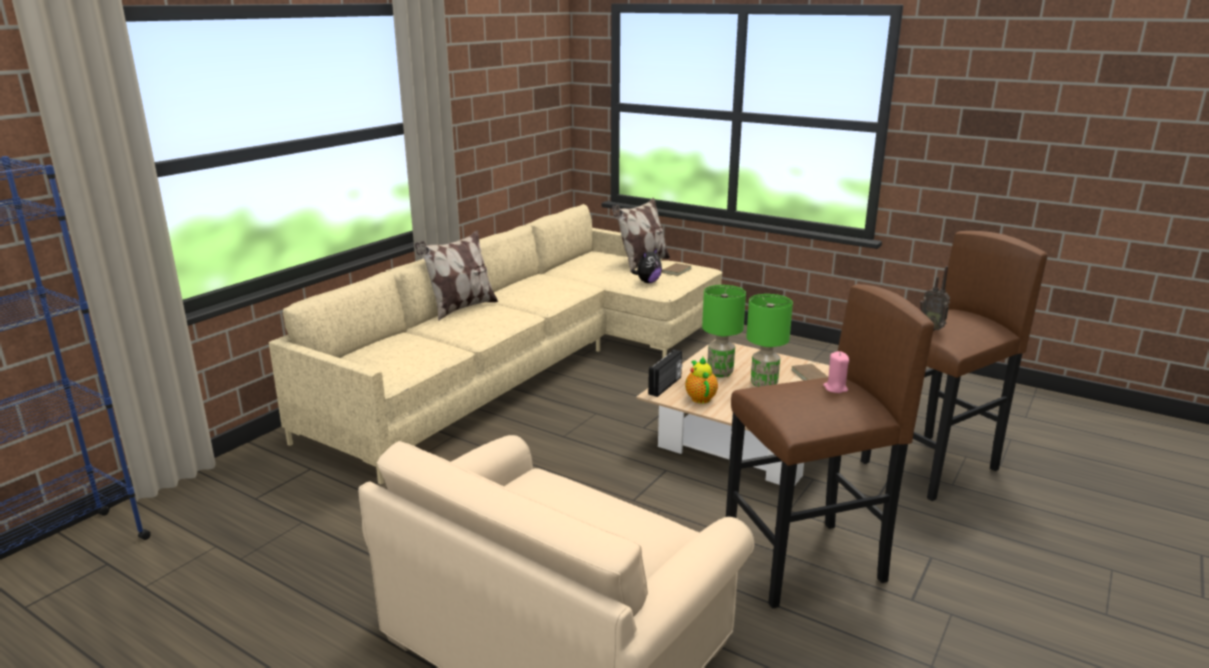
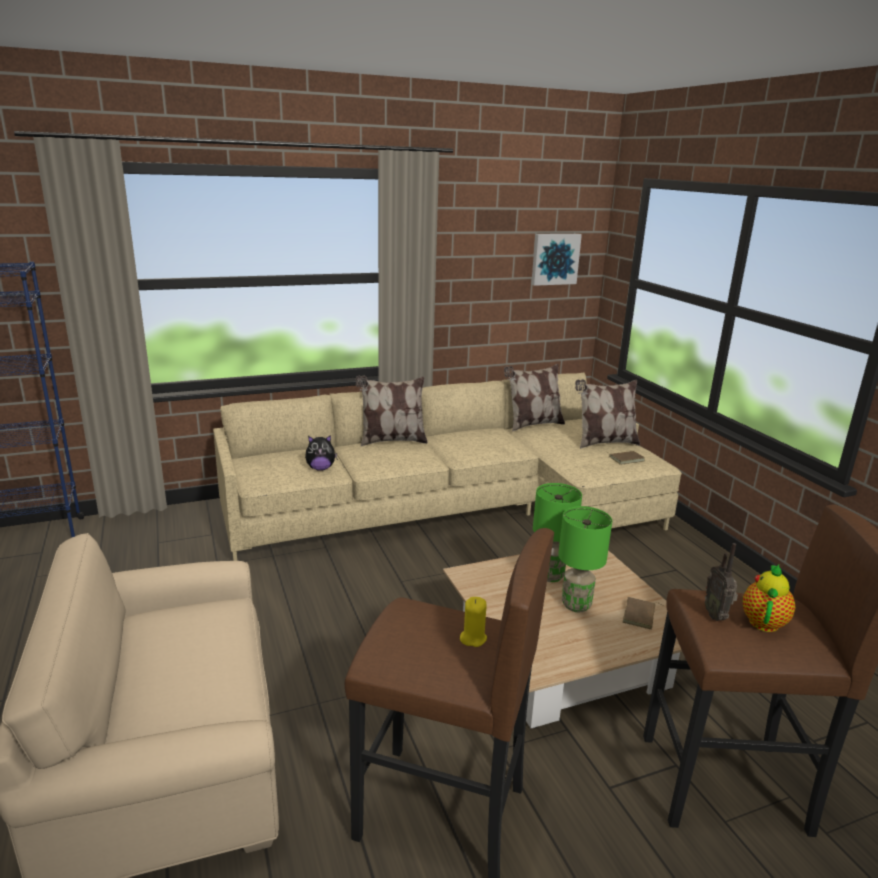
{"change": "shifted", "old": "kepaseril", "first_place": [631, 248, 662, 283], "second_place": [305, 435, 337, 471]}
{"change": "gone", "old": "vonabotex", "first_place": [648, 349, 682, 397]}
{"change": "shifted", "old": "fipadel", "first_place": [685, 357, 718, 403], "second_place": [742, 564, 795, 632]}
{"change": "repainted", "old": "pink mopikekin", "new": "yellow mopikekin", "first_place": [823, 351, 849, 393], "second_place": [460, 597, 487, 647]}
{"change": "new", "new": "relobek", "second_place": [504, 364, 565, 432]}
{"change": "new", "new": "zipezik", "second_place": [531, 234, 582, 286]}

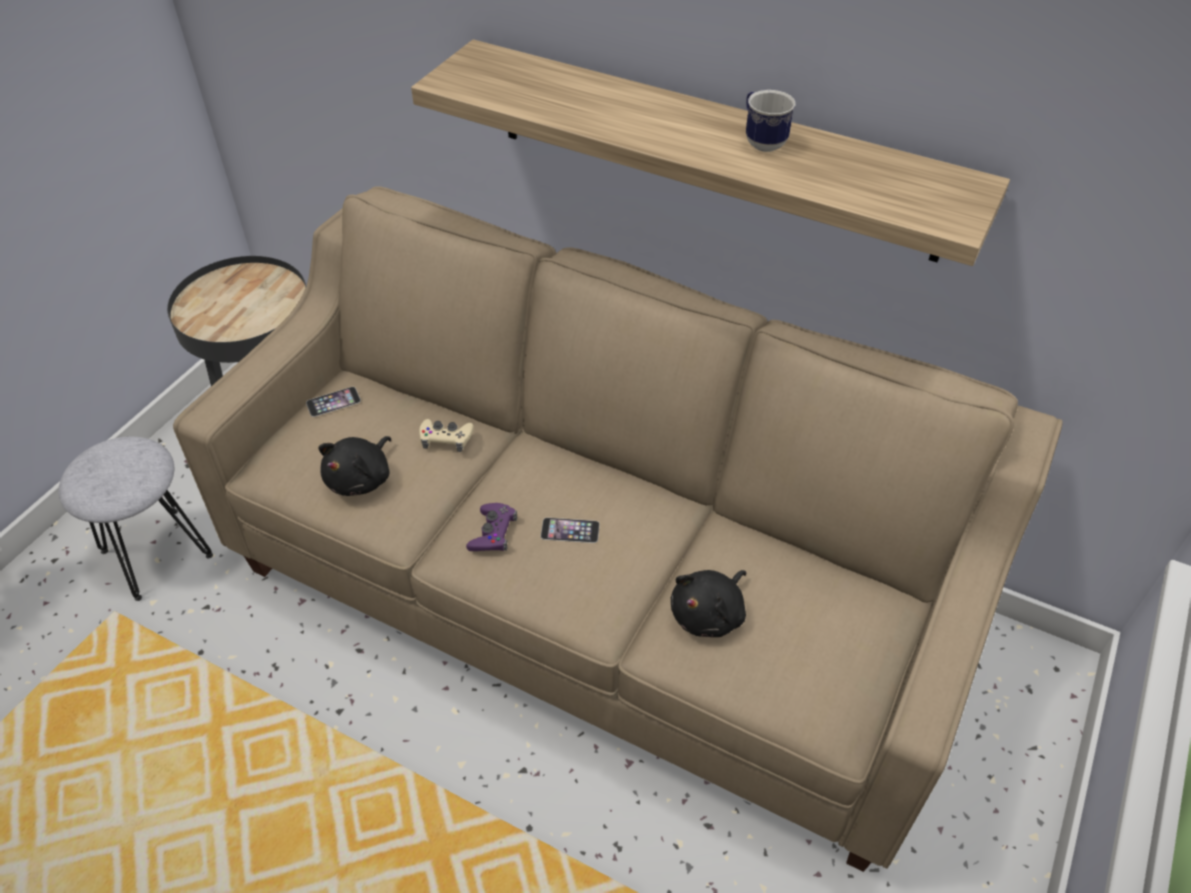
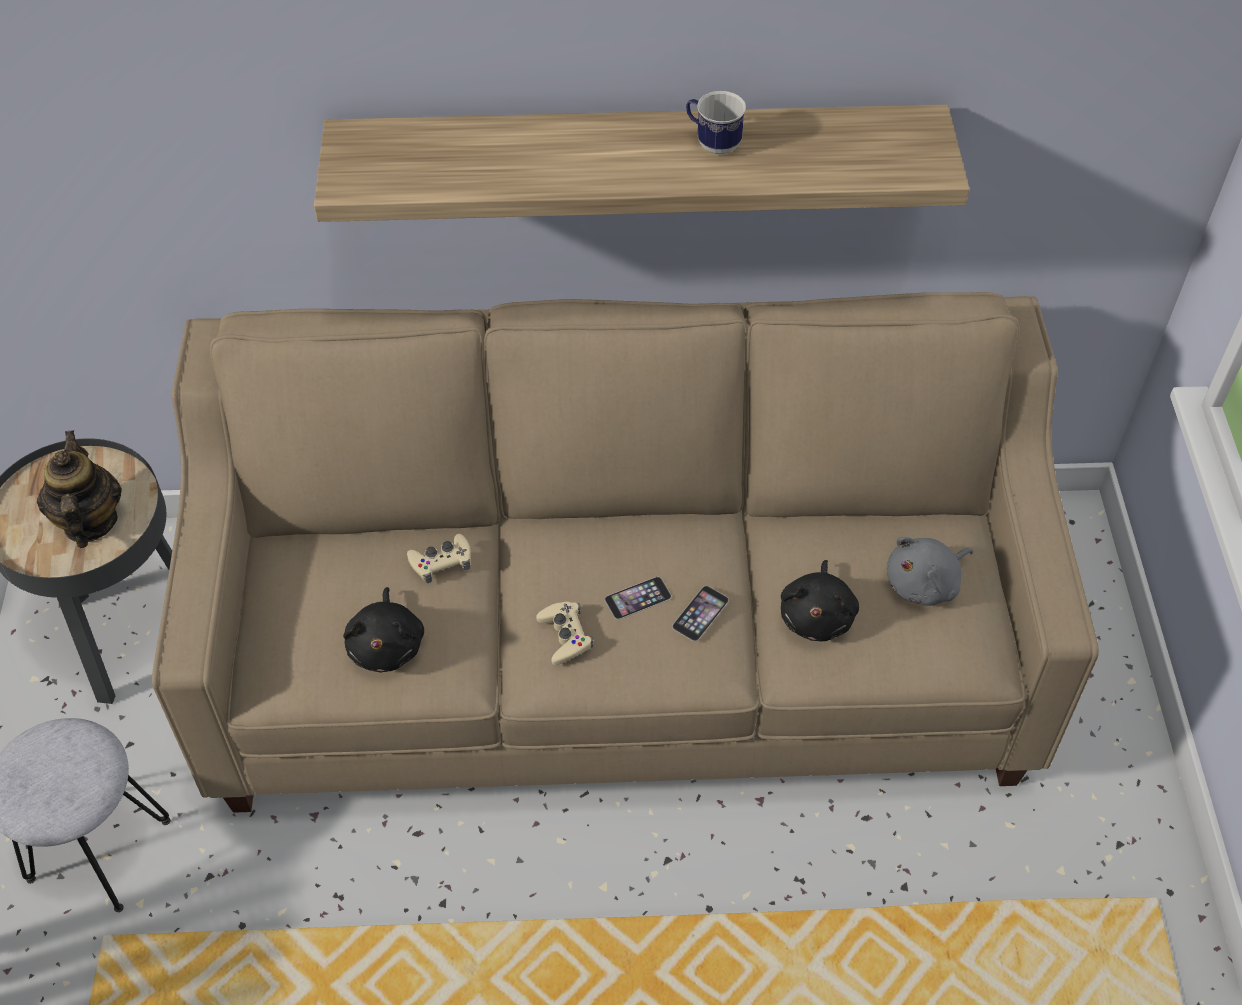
{"change": "shifted", "old": "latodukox", "first_place": [306, 387, 361, 417], "second_place": [672, 586, 729, 641]}
{"change": "repainted", "old": "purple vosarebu", "new": "beige vosarebu", "first_place": [466, 503, 517, 551], "second_place": [536, 602, 593, 665]}
{"change": "new", "new": "fipadel", "second_place": [37, 430, 122, 548]}
{"change": "new", "new": "grey kepaseril", "second_place": [887, 537, 973, 606]}

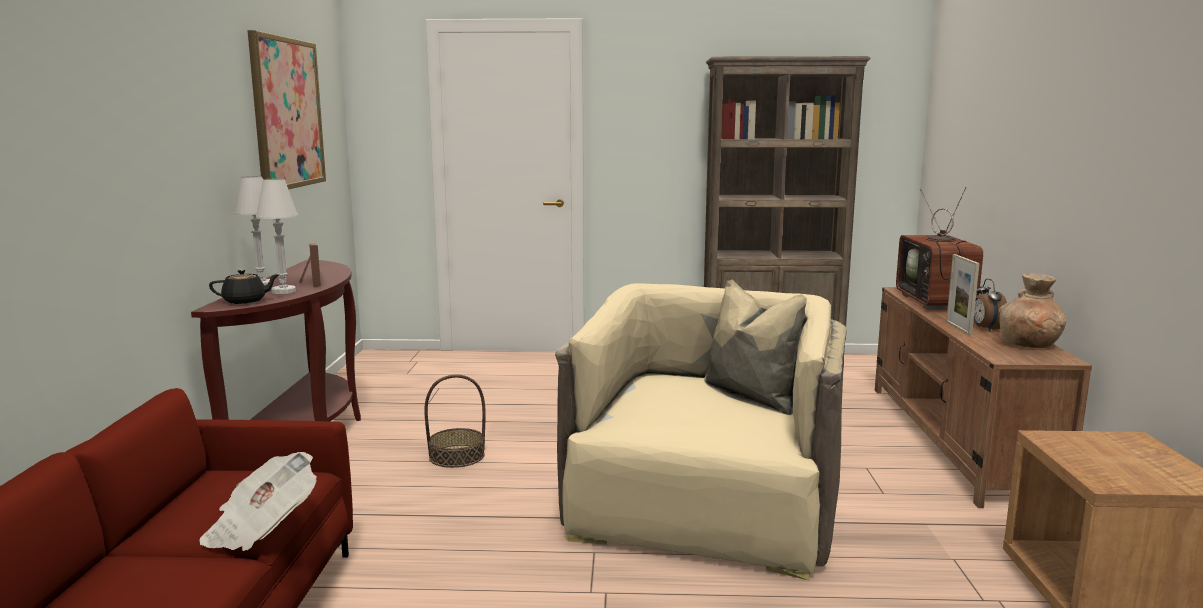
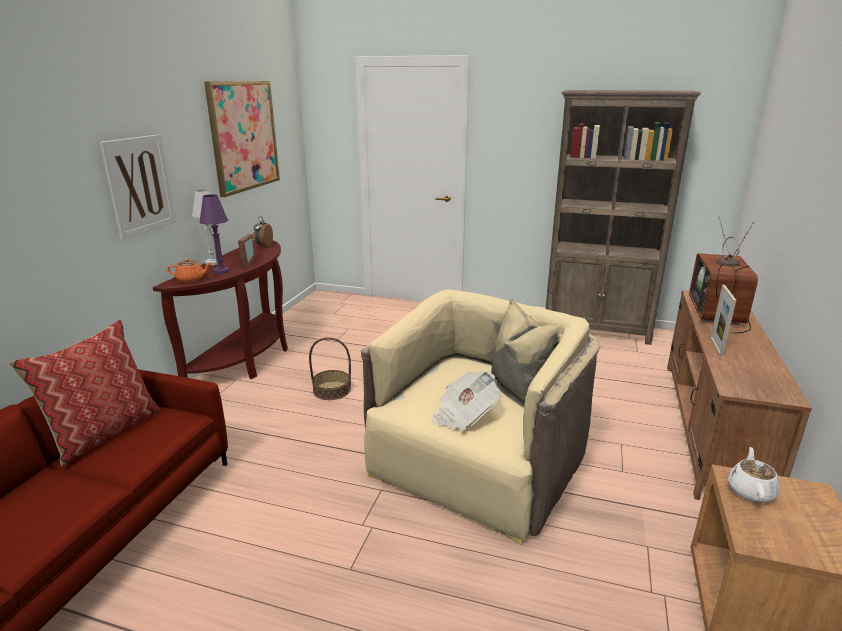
{"change": "shifted", "old": "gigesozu", "first_place": [199, 452, 316, 551], "second_place": [431, 371, 500, 431]}
{"change": "repainted", "old": "black fipadel", "new": "orange fipadel", "first_place": [209, 270, 280, 304], "second_place": [167, 259, 211, 283]}
{"change": "repainted", "old": "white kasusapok", "new": "purple kasusapok", "first_place": [256, 179, 298, 294], "second_place": [199, 194, 229, 274]}
{"change": "shifted", "old": "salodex", "first_place": [974, 279, 1007, 332], "second_place": [253, 216, 273, 248]}
{"change": "gone", "old": "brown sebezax", "first_place": [999, 274, 1066, 348]}
{"change": "new", "new": "relobek", "second_place": [9, 319, 160, 466]}
{"change": "new", "new": "zipezik", "second_place": [99, 135, 176, 240]}
{"change": "new", "new": "white fipadel", "second_place": [728, 447, 780, 503]}

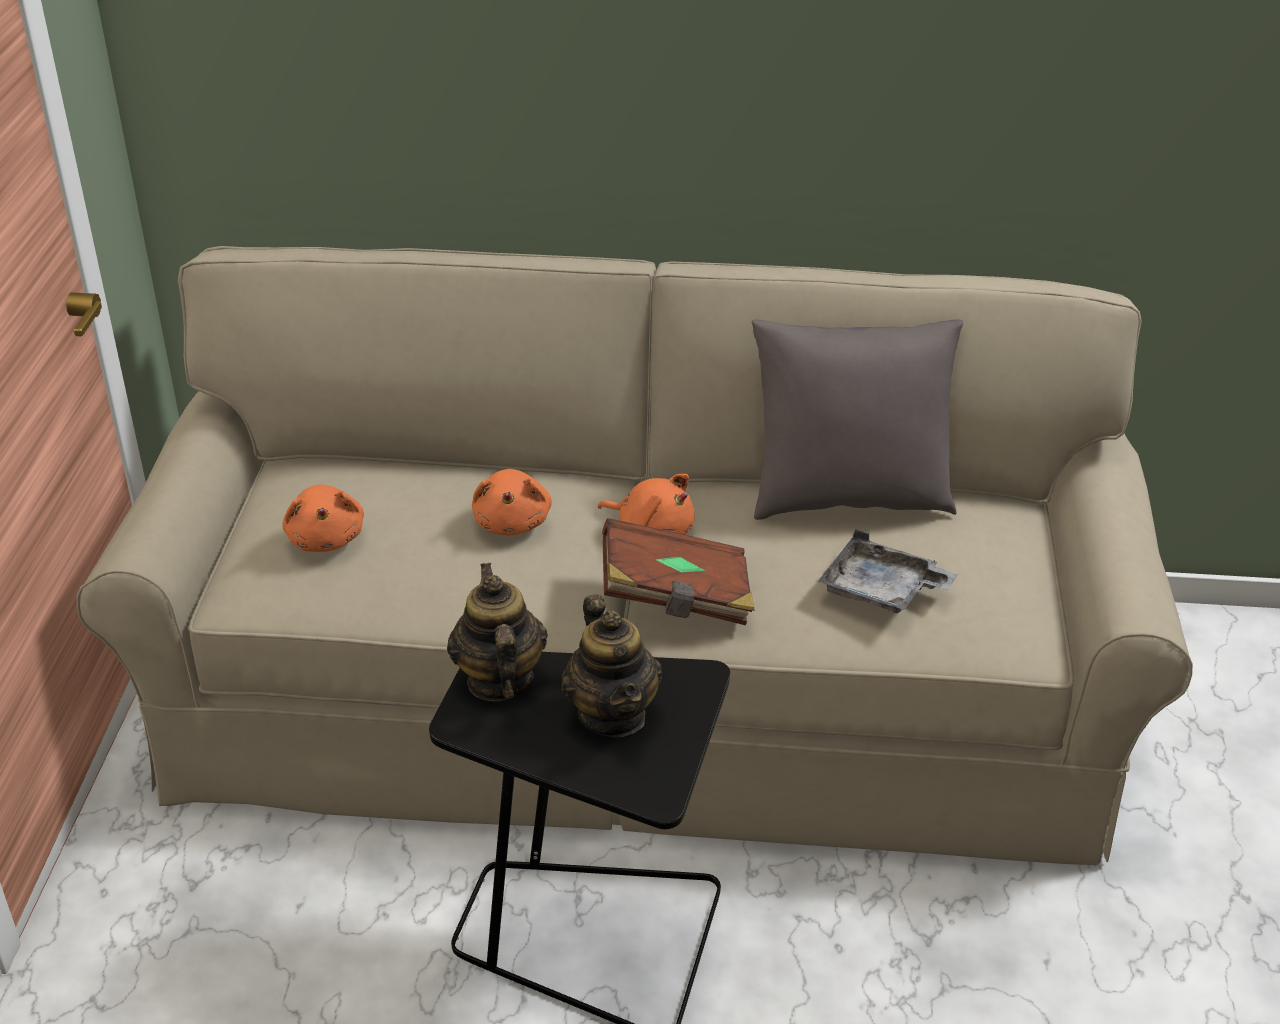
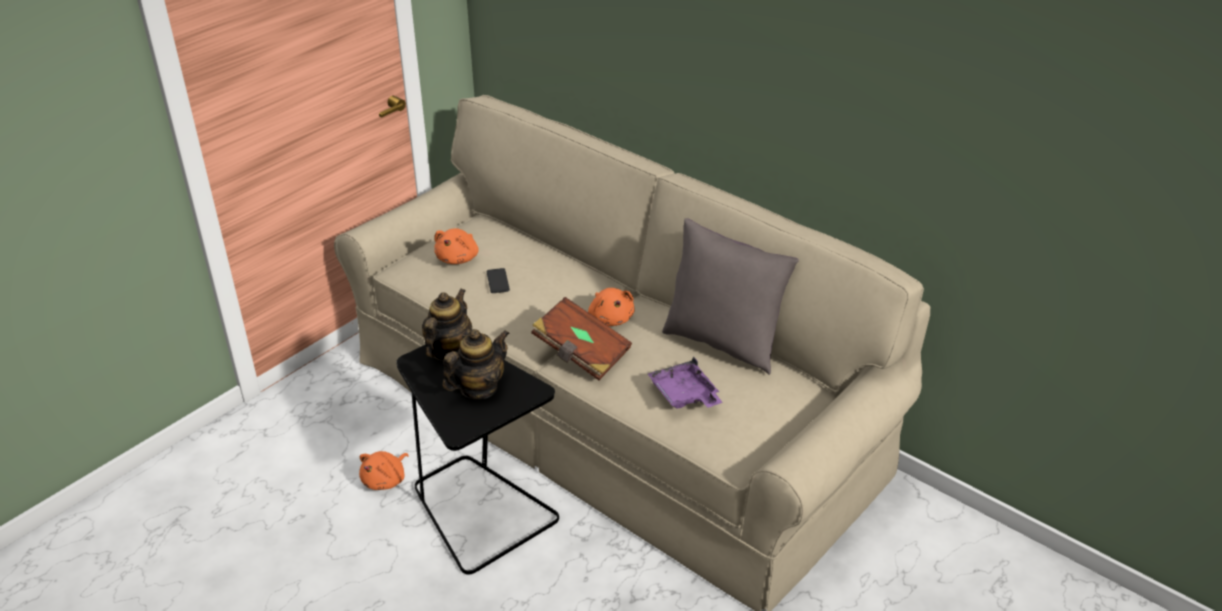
{"change": "shifted", "old": "orange kepaseril", "first_place": [472, 469, 552, 535], "second_place": [359, 451, 409, 490]}
{"change": "rotated", "old": "fipadel", "first_place": [561, 594, 662, 738], "second_place": [442, 329, 510, 399], "degrees": -150}
{"change": "repainted", "old": "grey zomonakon", "new": "purple zomonakon", "first_place": [818, 529, 958, 613], "second_place": [648, 356, 723, 409]}
{"change": "new", "new": "latodukox", "second_place": [487, 268, 510, 293]}

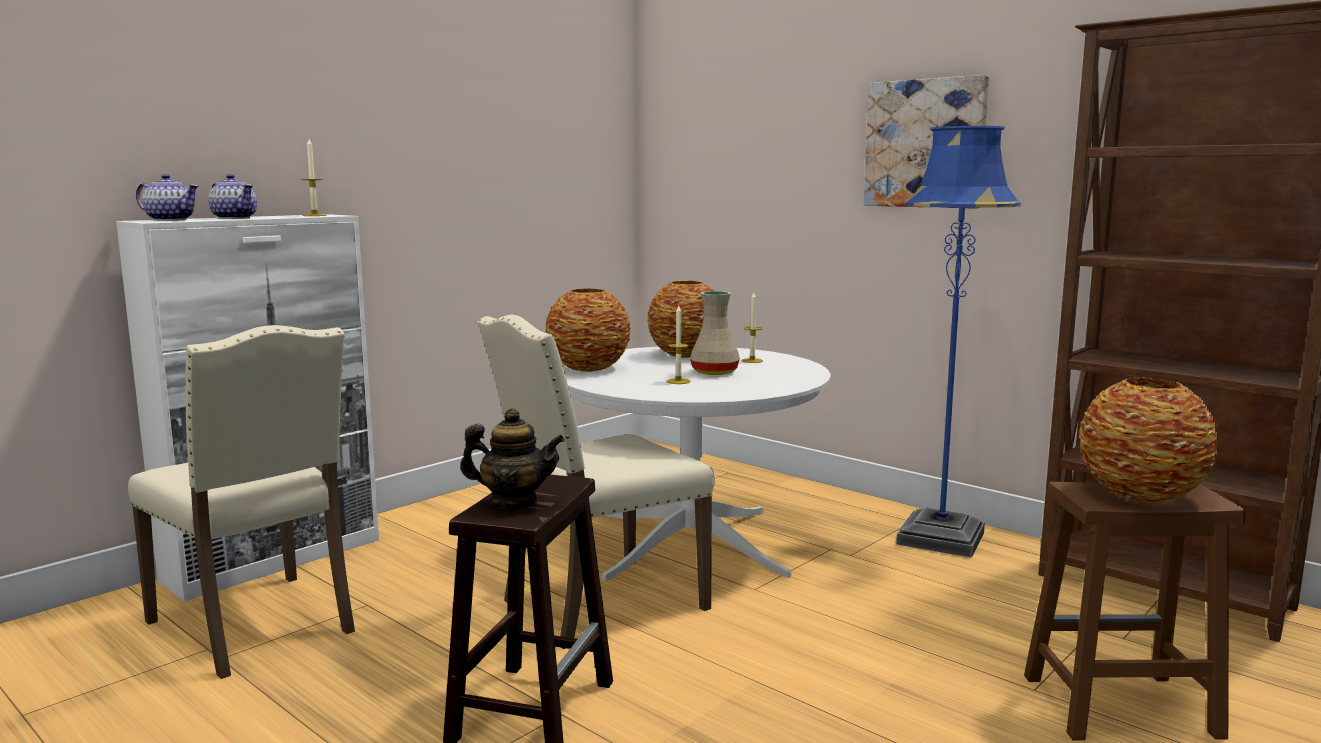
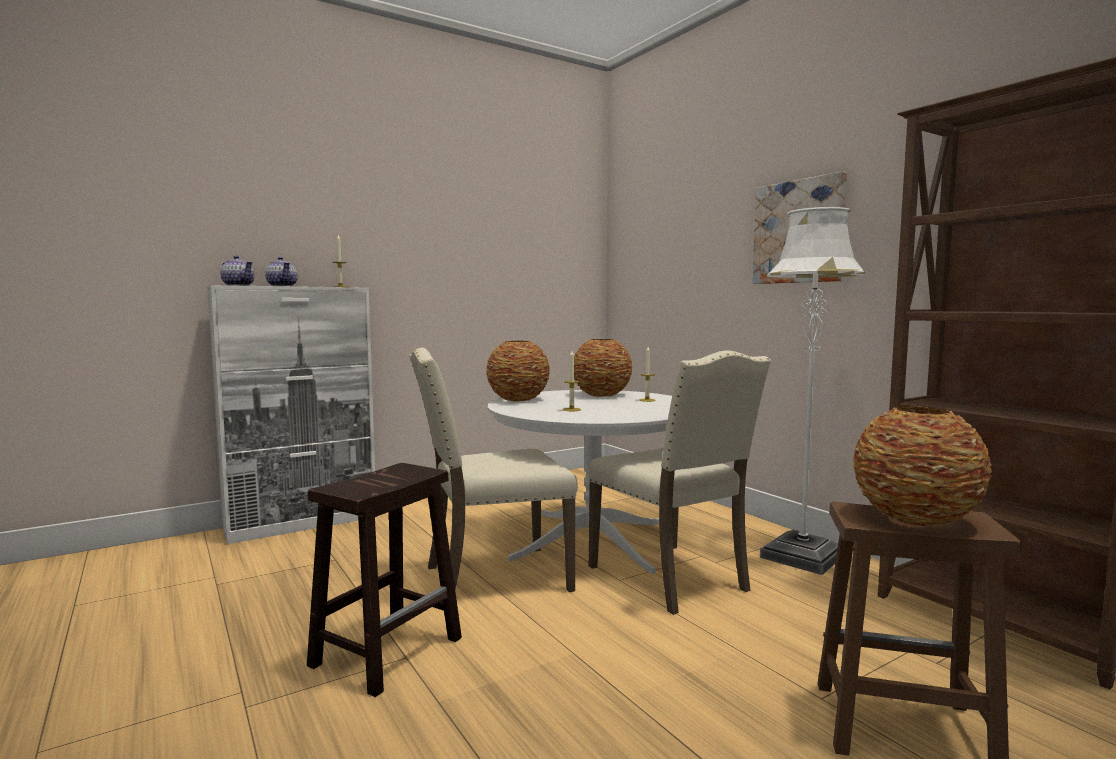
{"change": "shifted", "old": "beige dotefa", "first_place": [128, 325, 355, 679], "second_place": [588, 351, 771, 615]}
{"change": "gone", "old": "fipadel", "first_place": [460, 408, 565, 509]}
{"change": "gone", "old": "beige sebezax", "first_place": [690, 291, 740, 375]}
{"change": "repainted", "old": "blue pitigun", "new": "white pitigun", "first_place": [896, 126, 1021, 558], "second_place": [760, 207, 866, 575]}

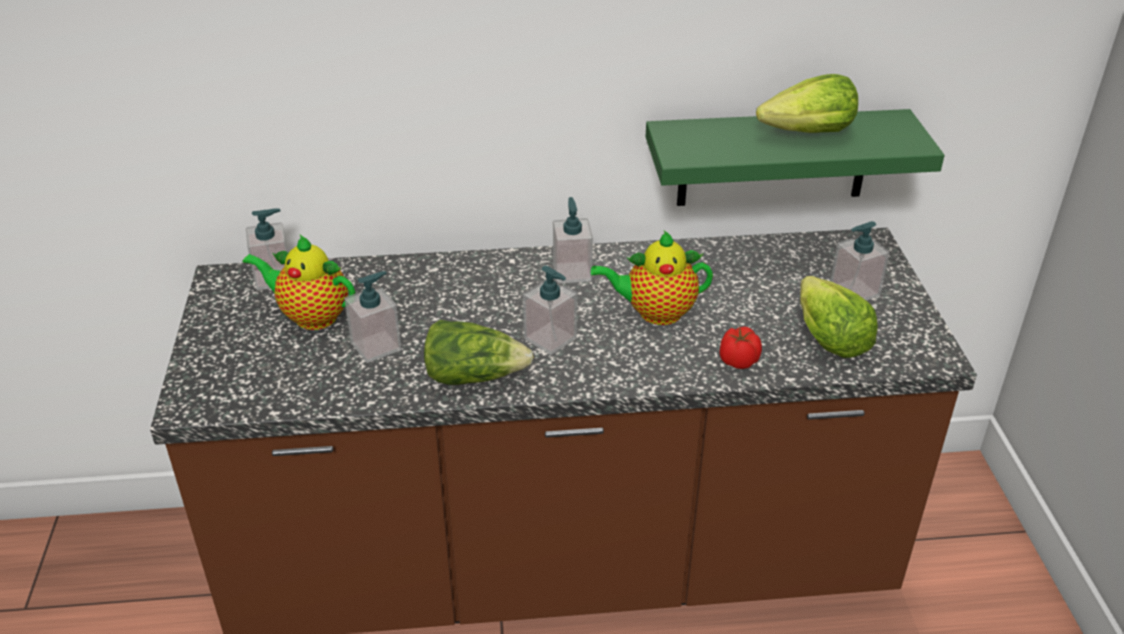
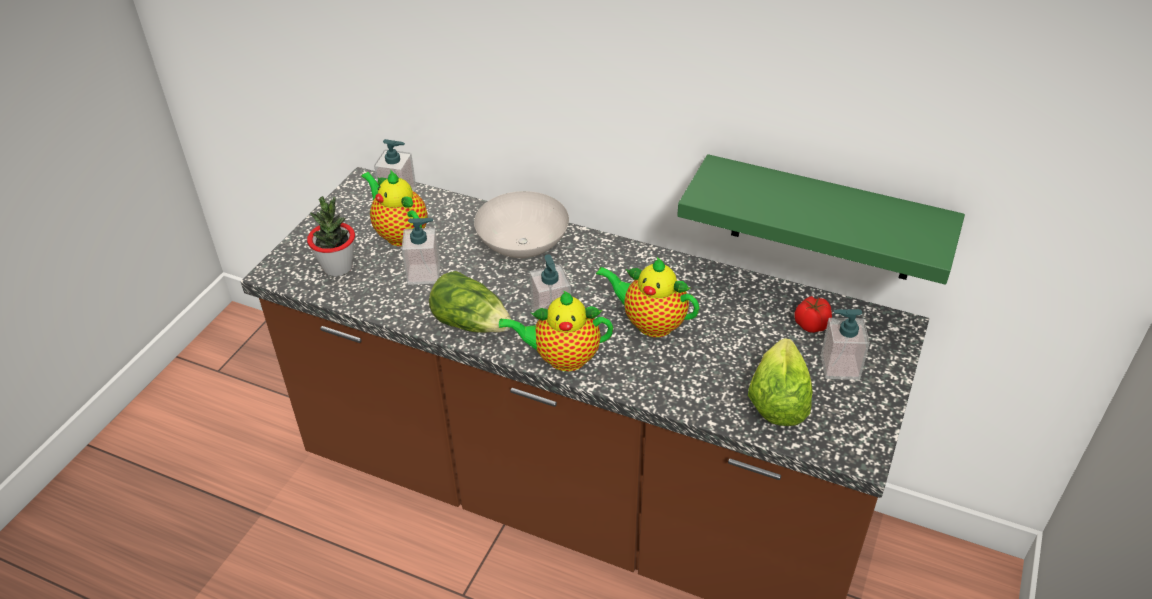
{"change": "gone", "old": "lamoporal", "first_place": [553, 197, 593, 283]}
{"change": "shifted", "old": "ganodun", "first_place": [719, 326, 762, 369], "second_place": [794, 296, 832, 333]}
{"change": "gone", "old": "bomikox", "first_place": [756, 74, 858, 133]}
{"change": "new", "new": "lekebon", "second_place": [307, 196, 355, 277]}
{"change": "new", "new": "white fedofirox", "second_place": [474, 191, 569, 258]}
{"change": "new", "new": "fipadel", "second_place": [499, 291, 613, 371]}

